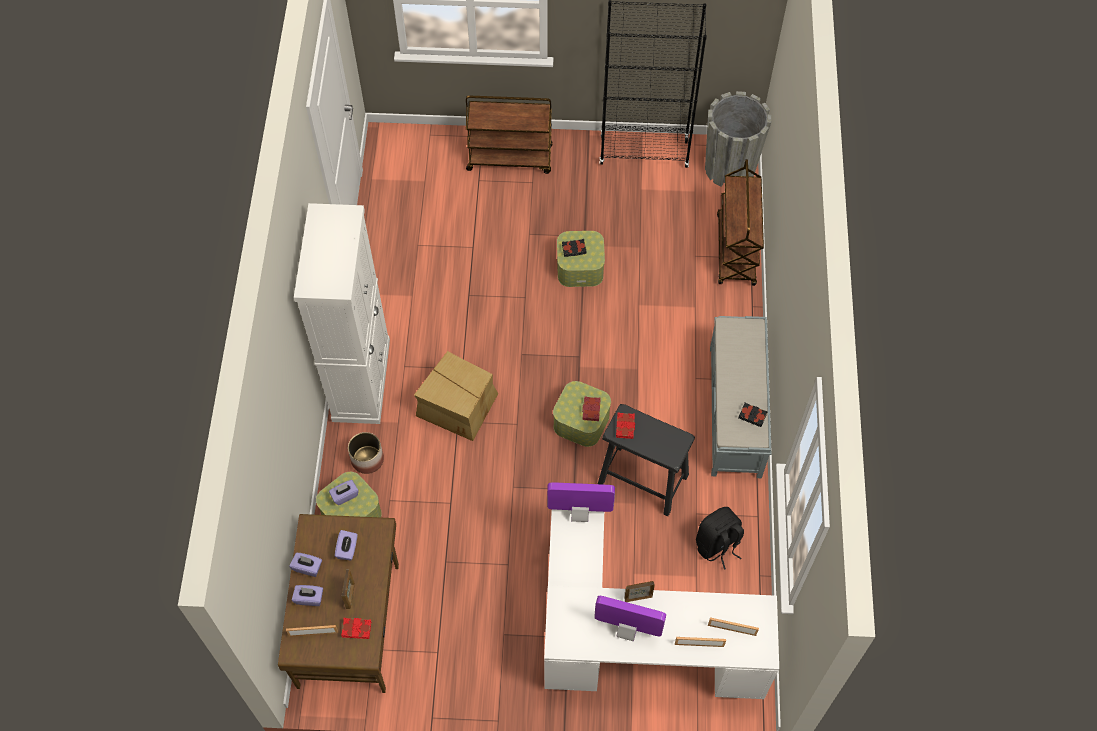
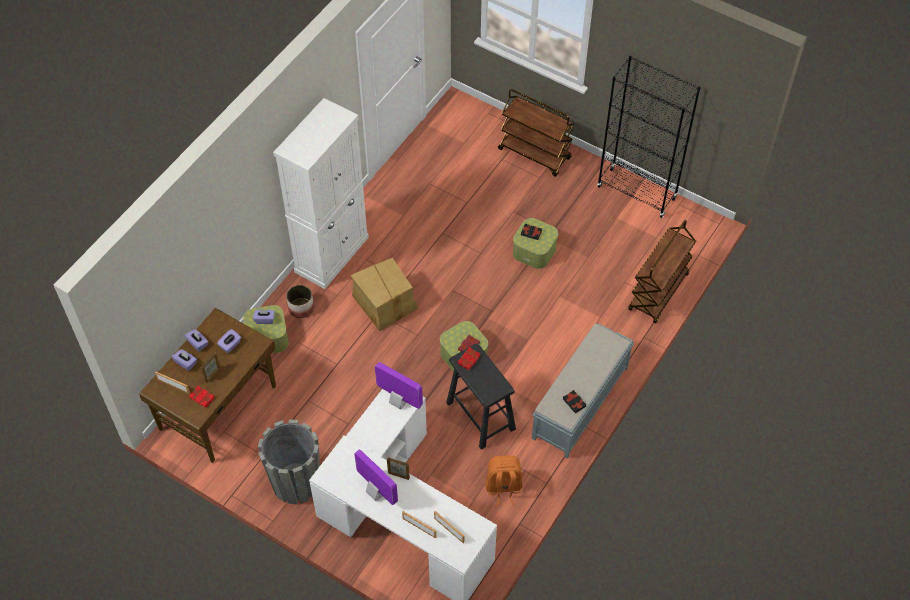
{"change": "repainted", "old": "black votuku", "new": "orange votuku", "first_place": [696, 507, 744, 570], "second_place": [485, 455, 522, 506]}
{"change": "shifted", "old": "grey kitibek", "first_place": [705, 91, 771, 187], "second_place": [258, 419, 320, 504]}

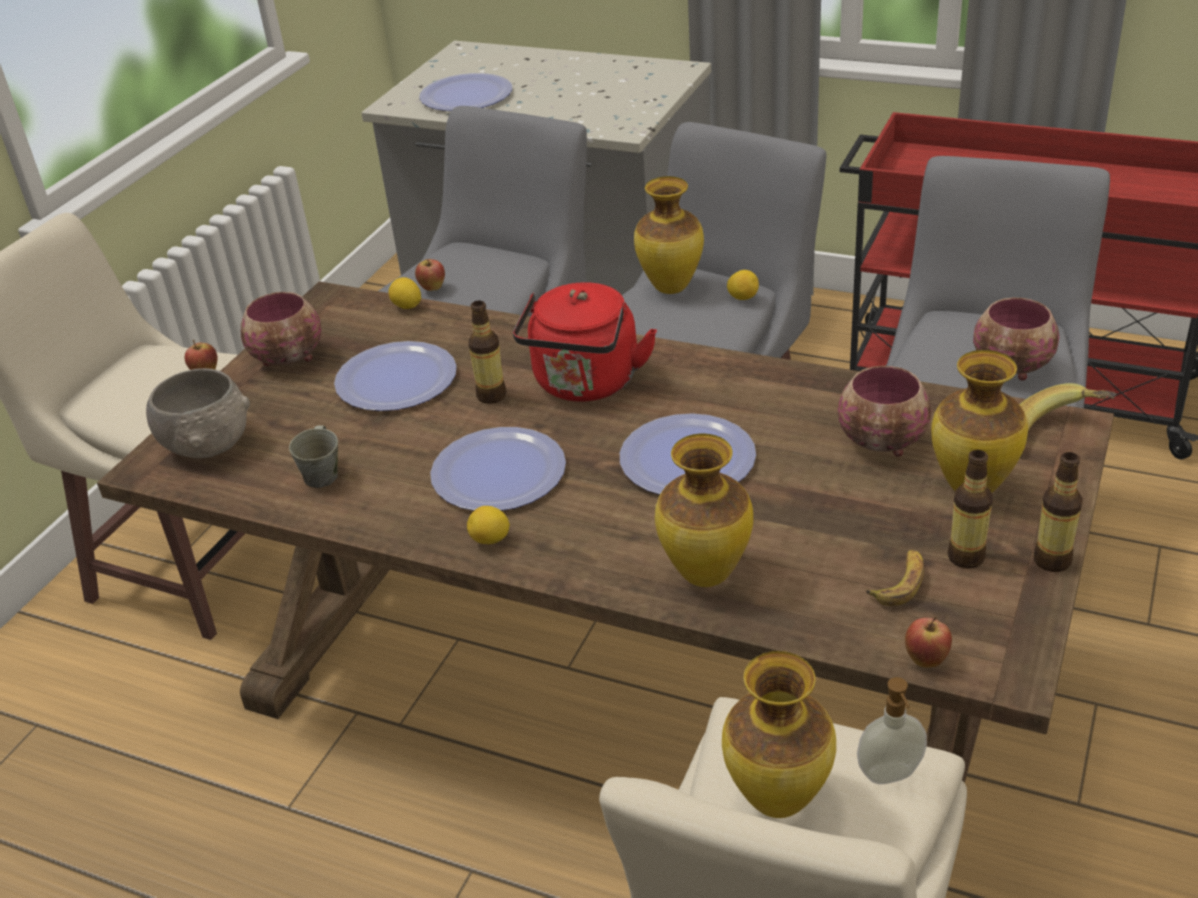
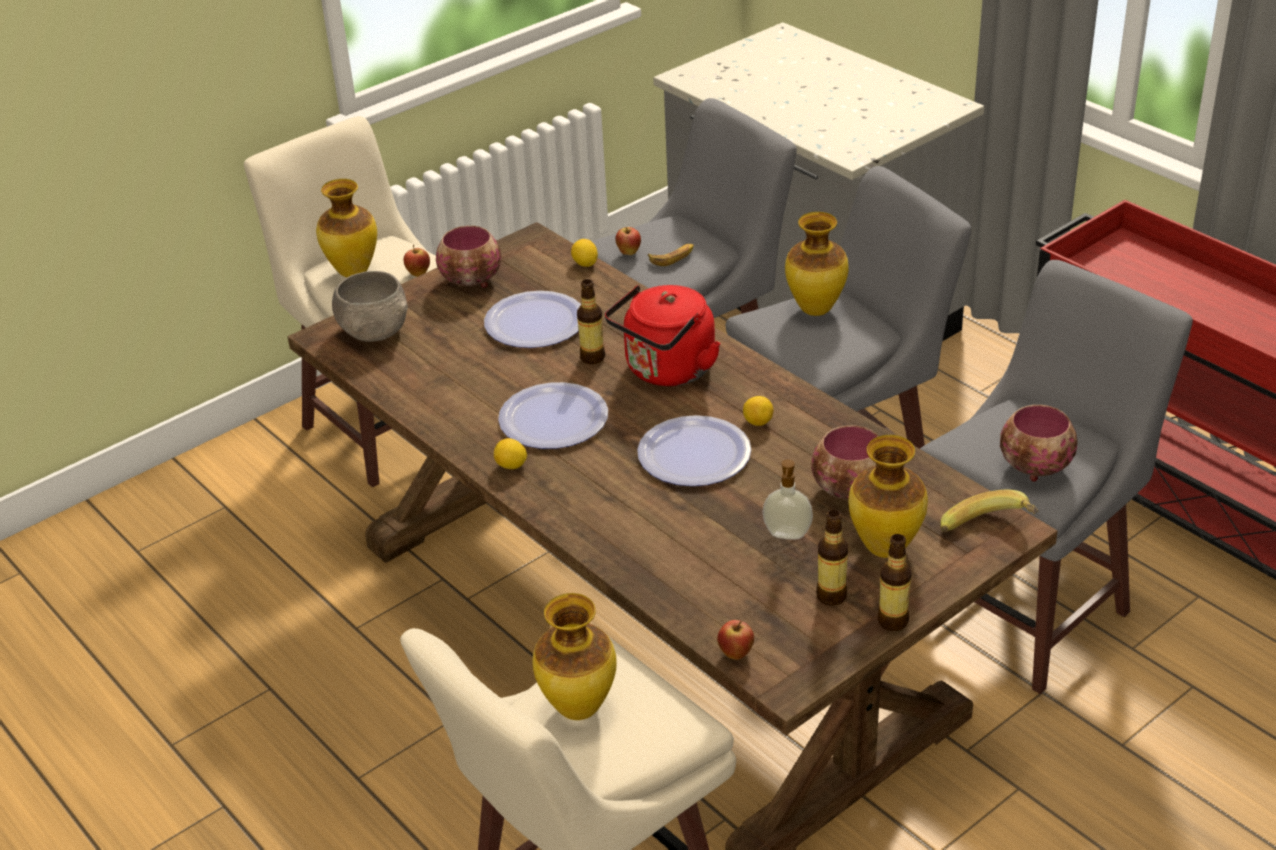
{"change": "gone", "old": "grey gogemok", "first_place": [289, 425, 338, 488]}
{"change": "gone", "old": "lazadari", "first_place": [419, 73, 512, 111]}
{"change": "shifted", "old": "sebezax", "first_place": [655, 434, 753, 587], "second_place": [316, 179, 377, 278]}
{"change": "shifted", "old": "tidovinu", "first_place": [727, 270, 759, 300], "second_place": [743, 396, 773, 426]}
{"change": "shifted", "old": "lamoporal", "first_place": [857, 677, 927, 784], "second_place": [762, 459, 813, 539]}
{"change": "shifted", "old": "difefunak", "first_place": [866, 550, 924, 606], "second_place": [648, 244, 694, 266]}

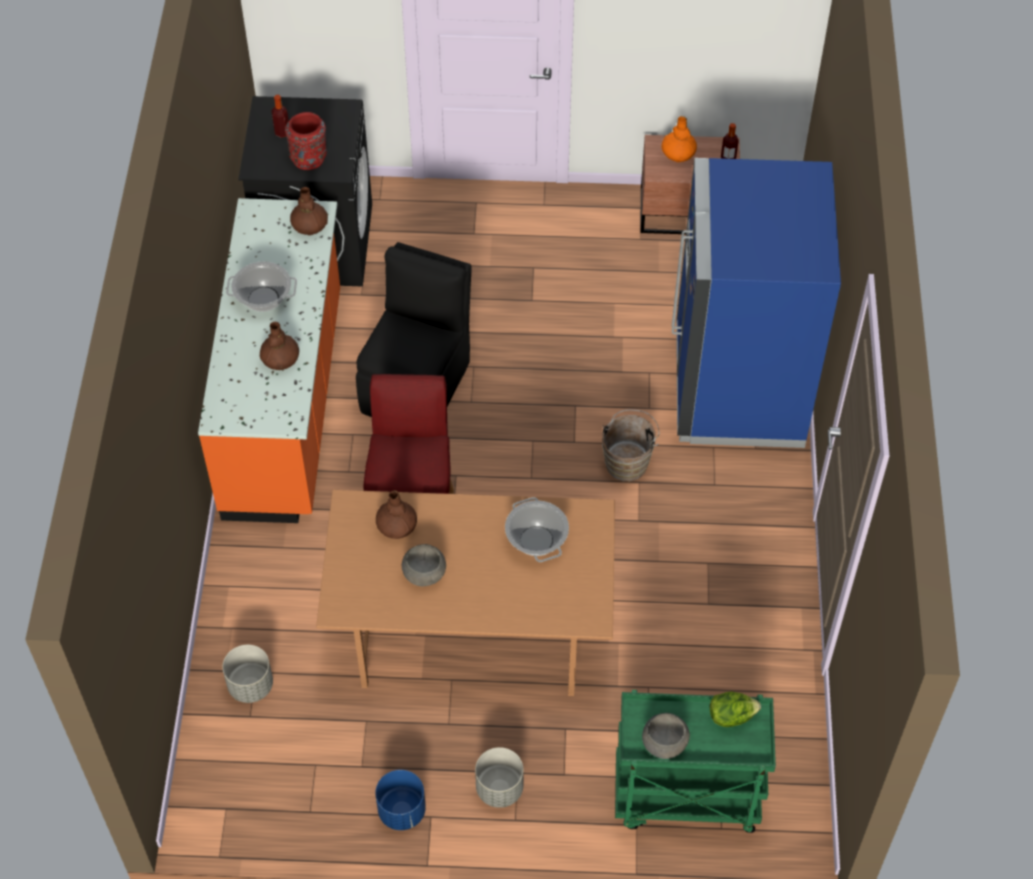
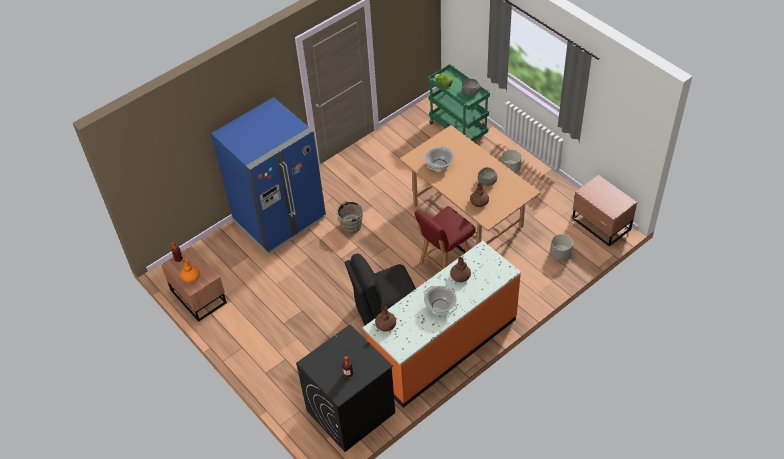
{"change": "gone", "old": "red sebezax", "first_place": [285, 112, 327, 170]}
{"change": "gone", "old": "blue kitibek", "first_place": [375, 770, 426, 830]}
{"change": "new", "new": "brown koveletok", "second_place": [572, 175, 637, 247]}

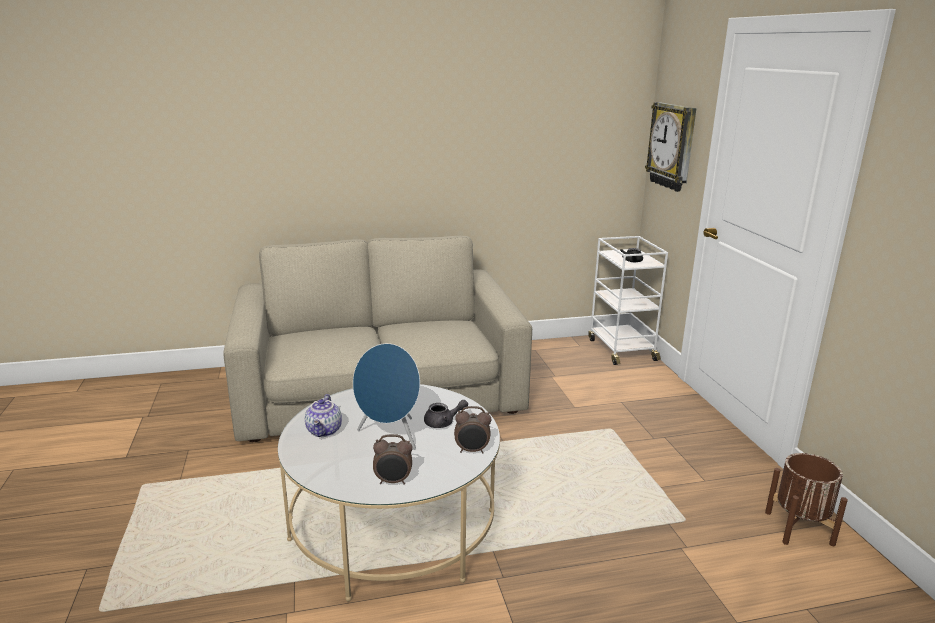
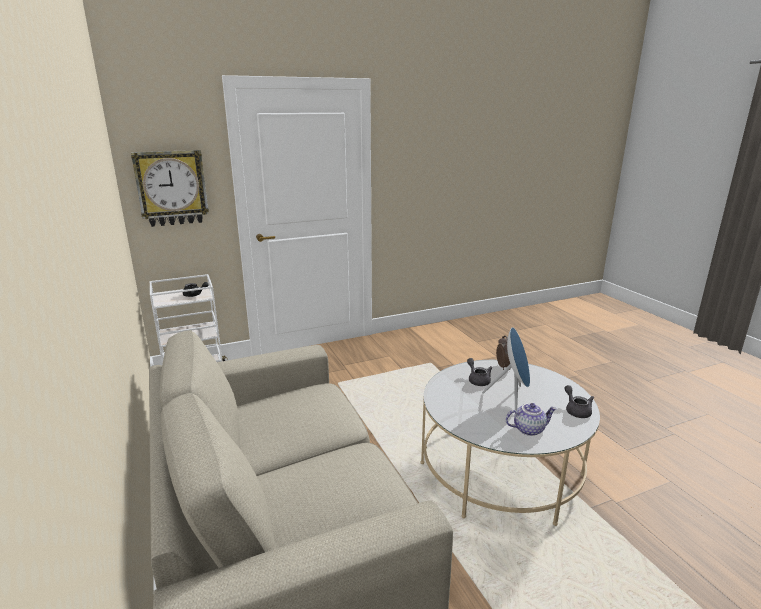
{"change": "gone", "old": "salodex", "first_place": [373, 434, 412, 485]}
{"change": "gone", "old": "brown kitibek", "first_place": [765, 453, 848, 546]}
{"change": "new", "new": "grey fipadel", "second_place": [564, 385, 594, 418]}

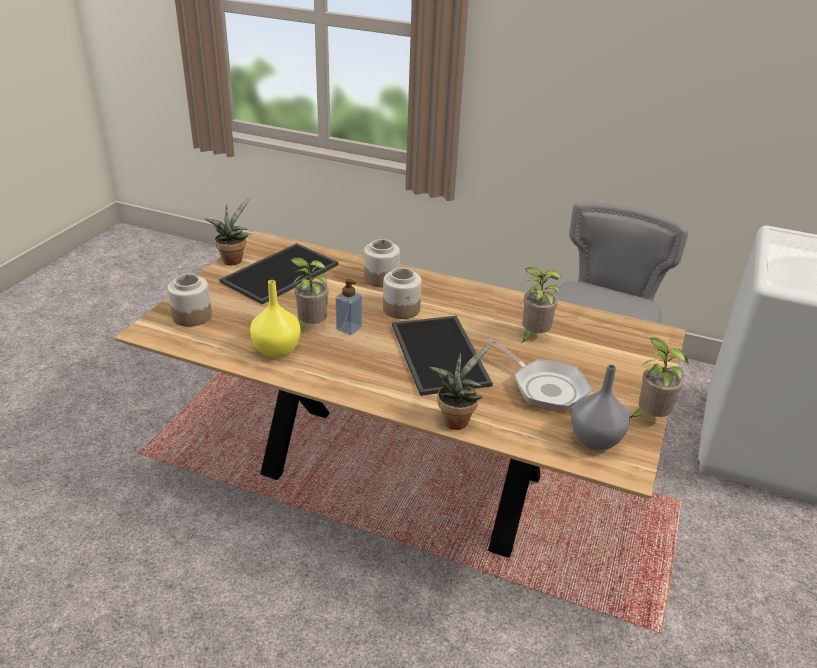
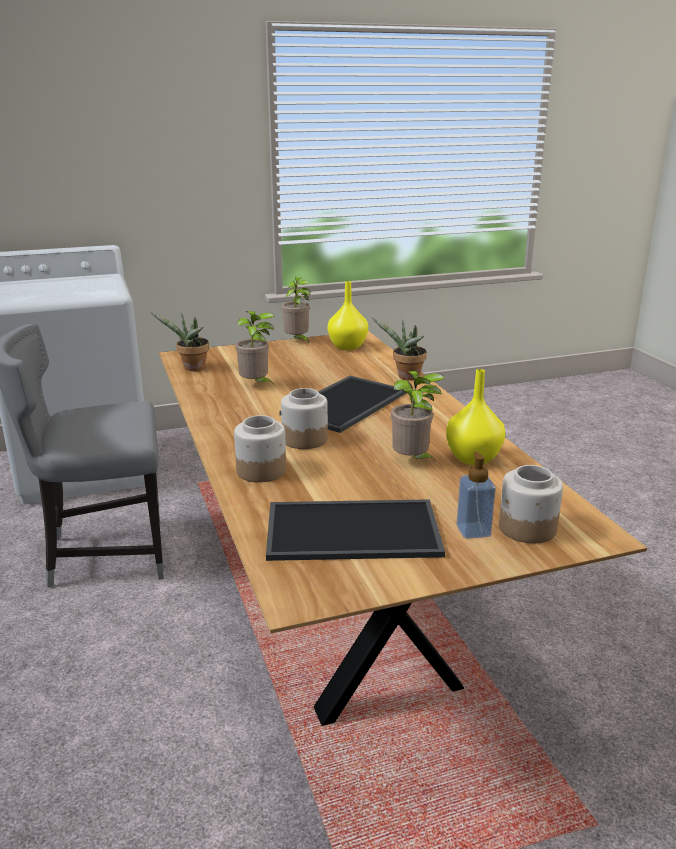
{"change": "shifted", "old": "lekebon", "first_place": [204, 197, 250, 265], "second_place": [151, 313, 209, 371]}
{"change": "shifted", "old": "lamoporal", "first_place": [336, 279, 362, 335], "second_place": [456, 452, 496, 539]}
{"change": "gone", "old": "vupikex", "first_place": [485, 338, 592, 412]}
{"change": "repainted", "old": "grey sebezax", "new": "yellow sebezax", "first_place": [571, 364, 630, 450], "second_place": [328, 281, 368, 350]}

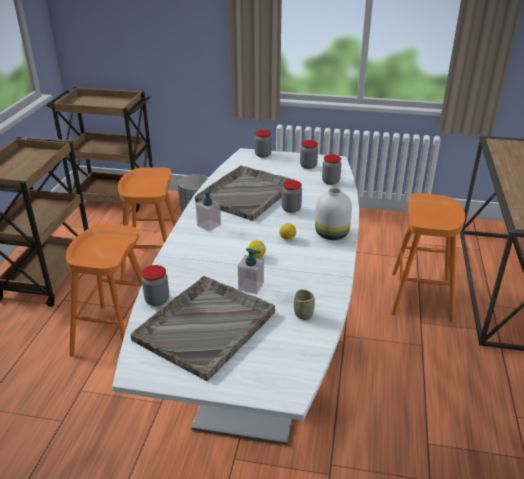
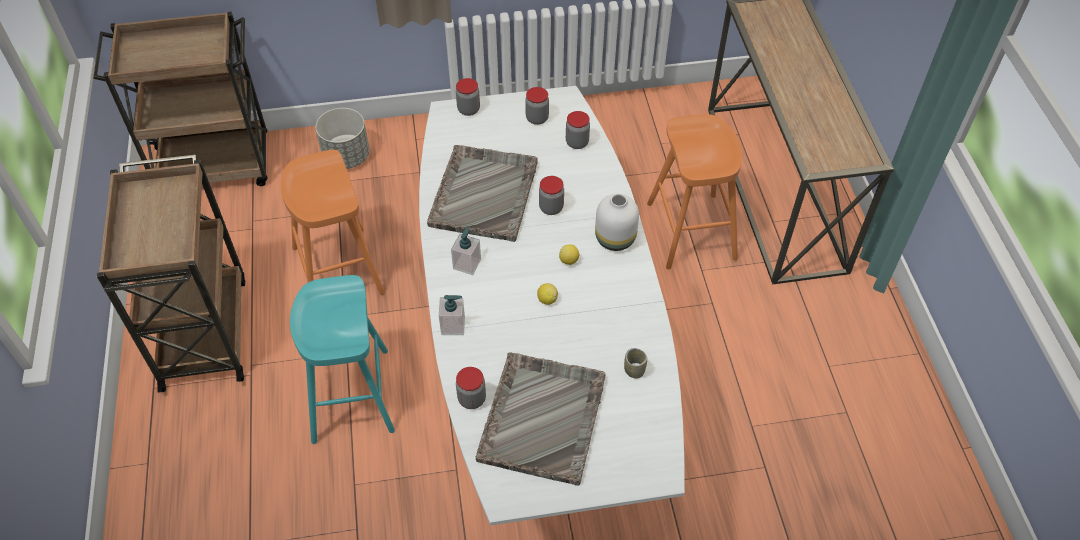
{"change": "repainted", "old": "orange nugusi", "new": "turquoise nugusi", "first_place": [66, 224, 142, 356], "second_place": [290, 275, 395, 444]}
{"change": "shifted", "old": "lamoporal", "first_place": [238, 248, 264, 295], "second_place": [439, 295, 465, 335]}

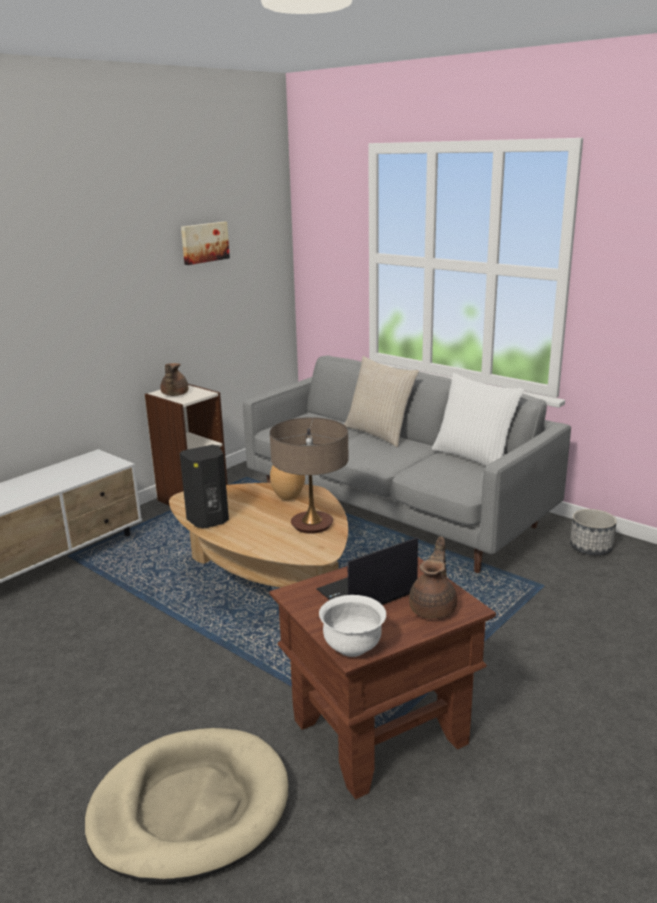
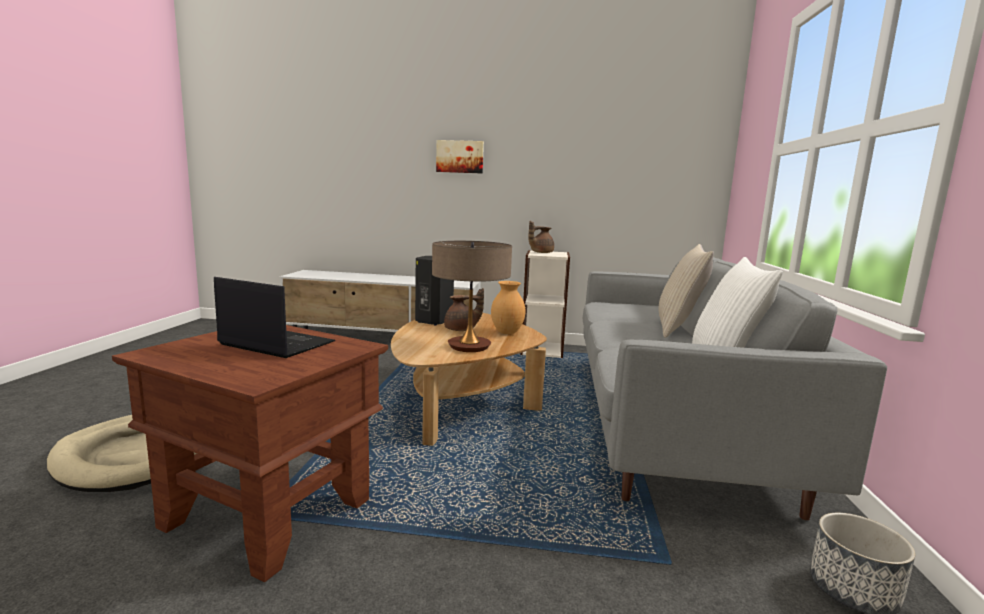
{"change": "shifted", "old": "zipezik", "first_place": [181, 222, 230, 265], "second_place": [436, 140, 484, 174]}
{"change": "gone", "old": "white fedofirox", "first_place": [319, 595, 386, 657]}
{"change": "shifted", "old": "brown fipadel", "first_place": [409, 536, 457, 619], "second_place": [444, 288, 484, 331]}

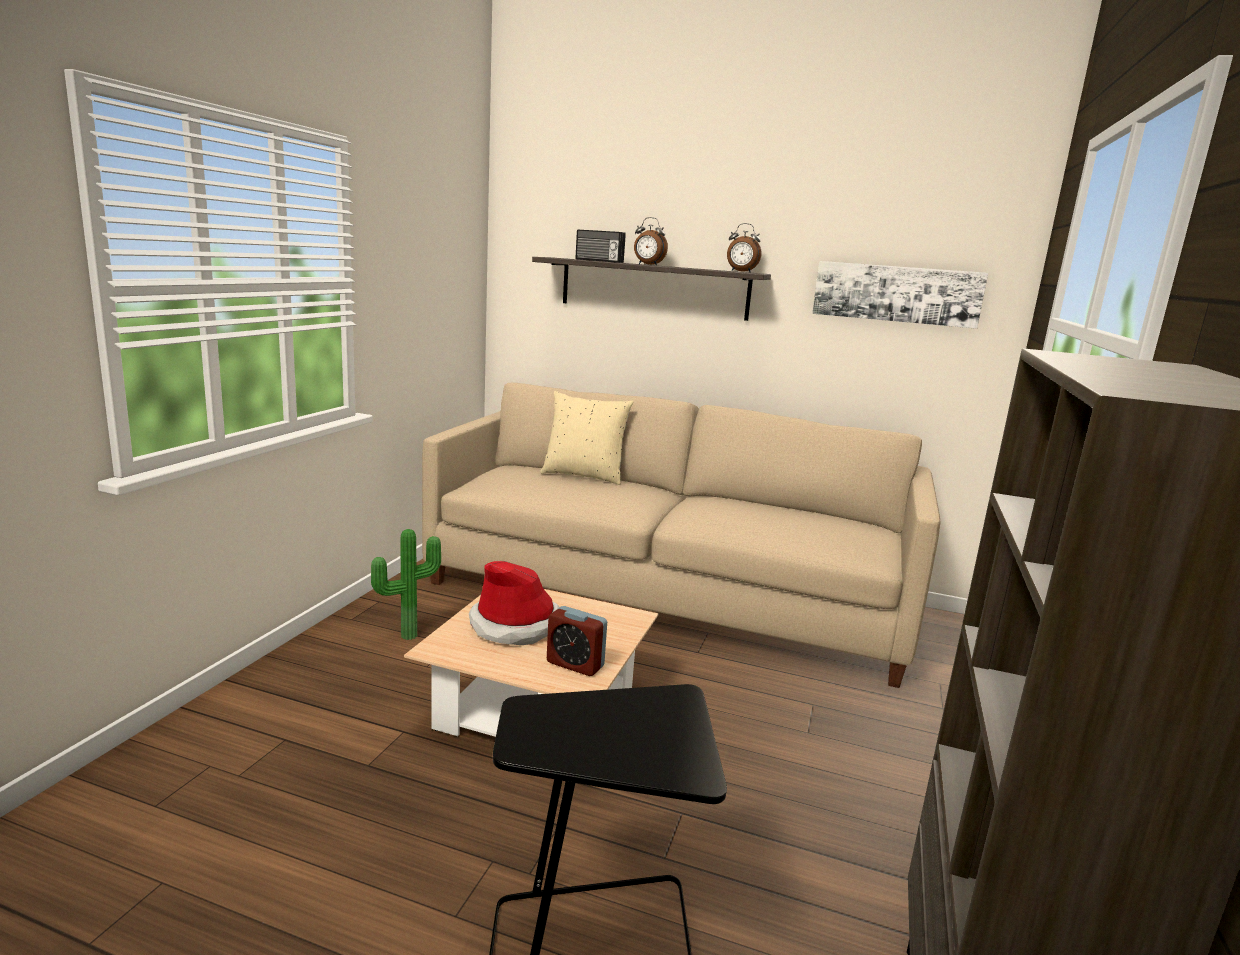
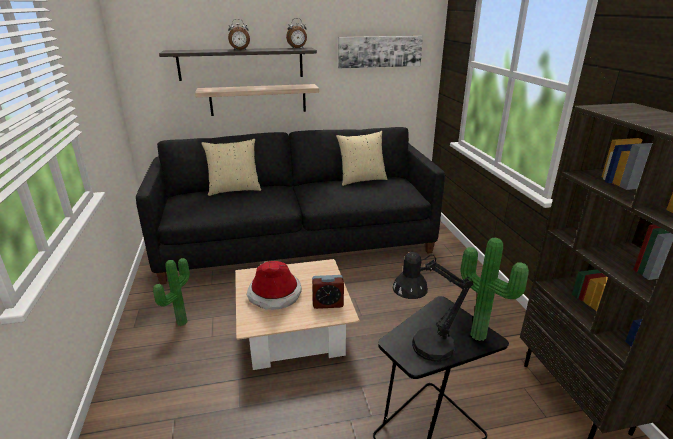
{"change": "repainted", "old": "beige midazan", "new": "black midazan", "first_place": [422, 383, 940, 688], "second_place": [136, 127, 445, 284]}
{"change": "gone", "old": "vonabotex", "first_place": [575, 229, 626, 263]}
{"change": "new", "new": "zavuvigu", "second_place": [195, 84, 319, 116]}
{"change": "new", "new": "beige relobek", "second_place": [336, 131, 387, 186]}
{"change": "new", "new": "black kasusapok", "second_place": [392, 252, 473, 362]}
{"change": "new", "new": "lekebon", "second_place": [461, 238, 529, 341]}

